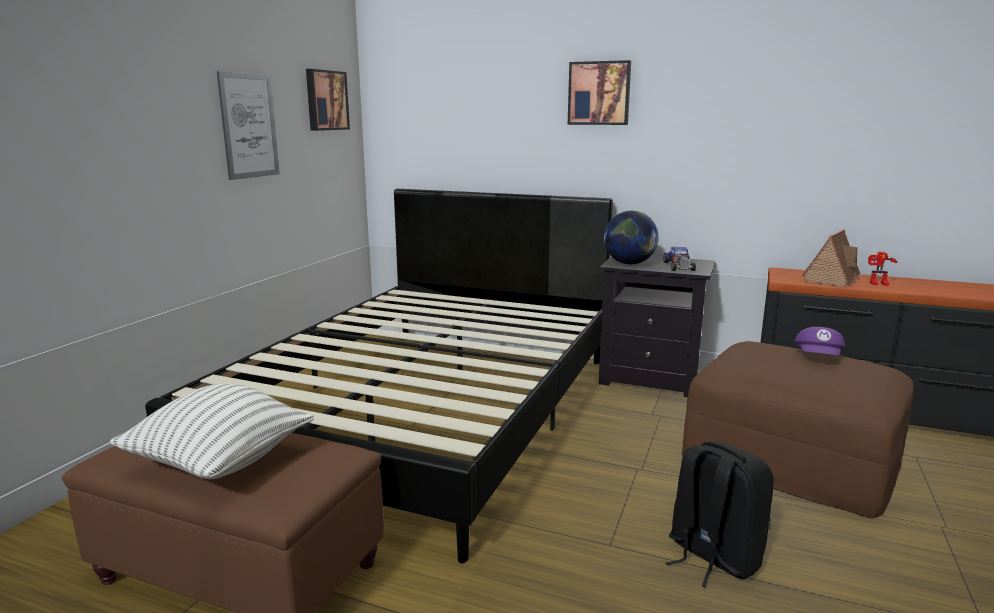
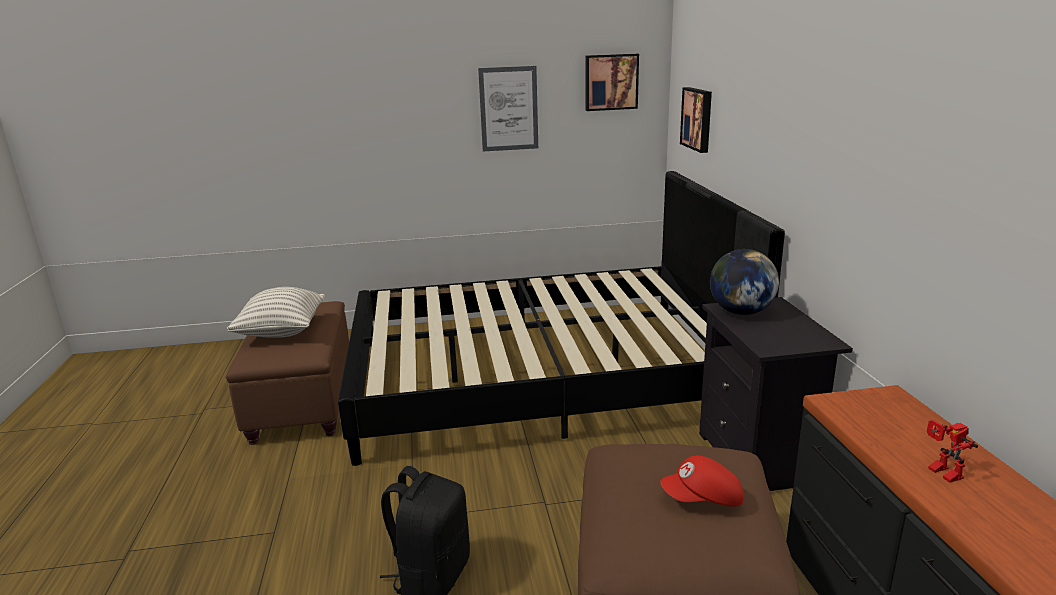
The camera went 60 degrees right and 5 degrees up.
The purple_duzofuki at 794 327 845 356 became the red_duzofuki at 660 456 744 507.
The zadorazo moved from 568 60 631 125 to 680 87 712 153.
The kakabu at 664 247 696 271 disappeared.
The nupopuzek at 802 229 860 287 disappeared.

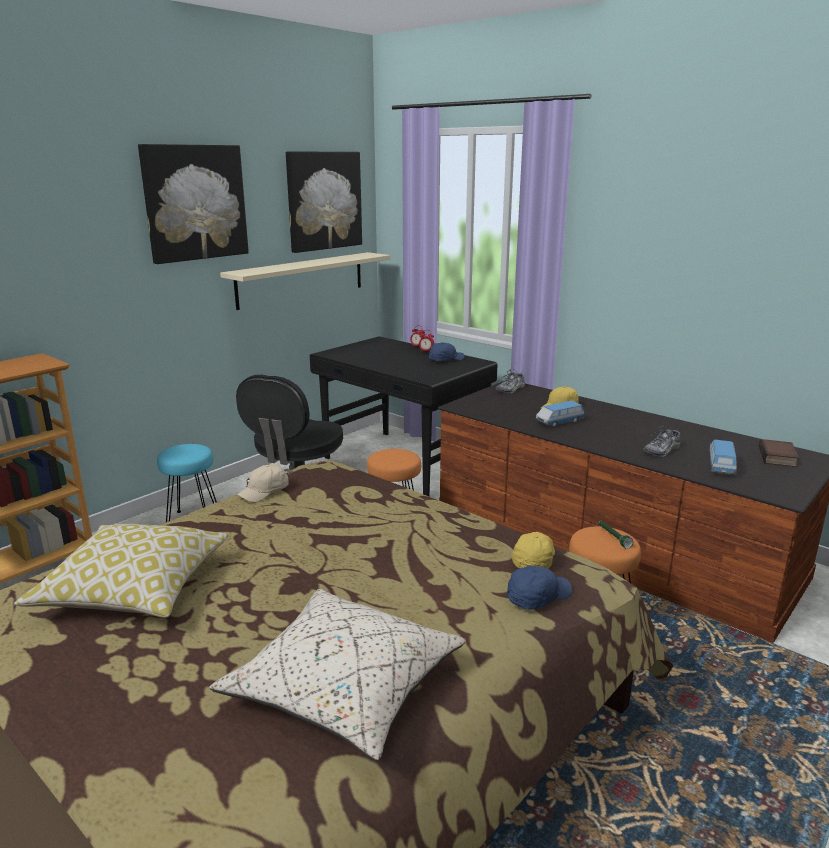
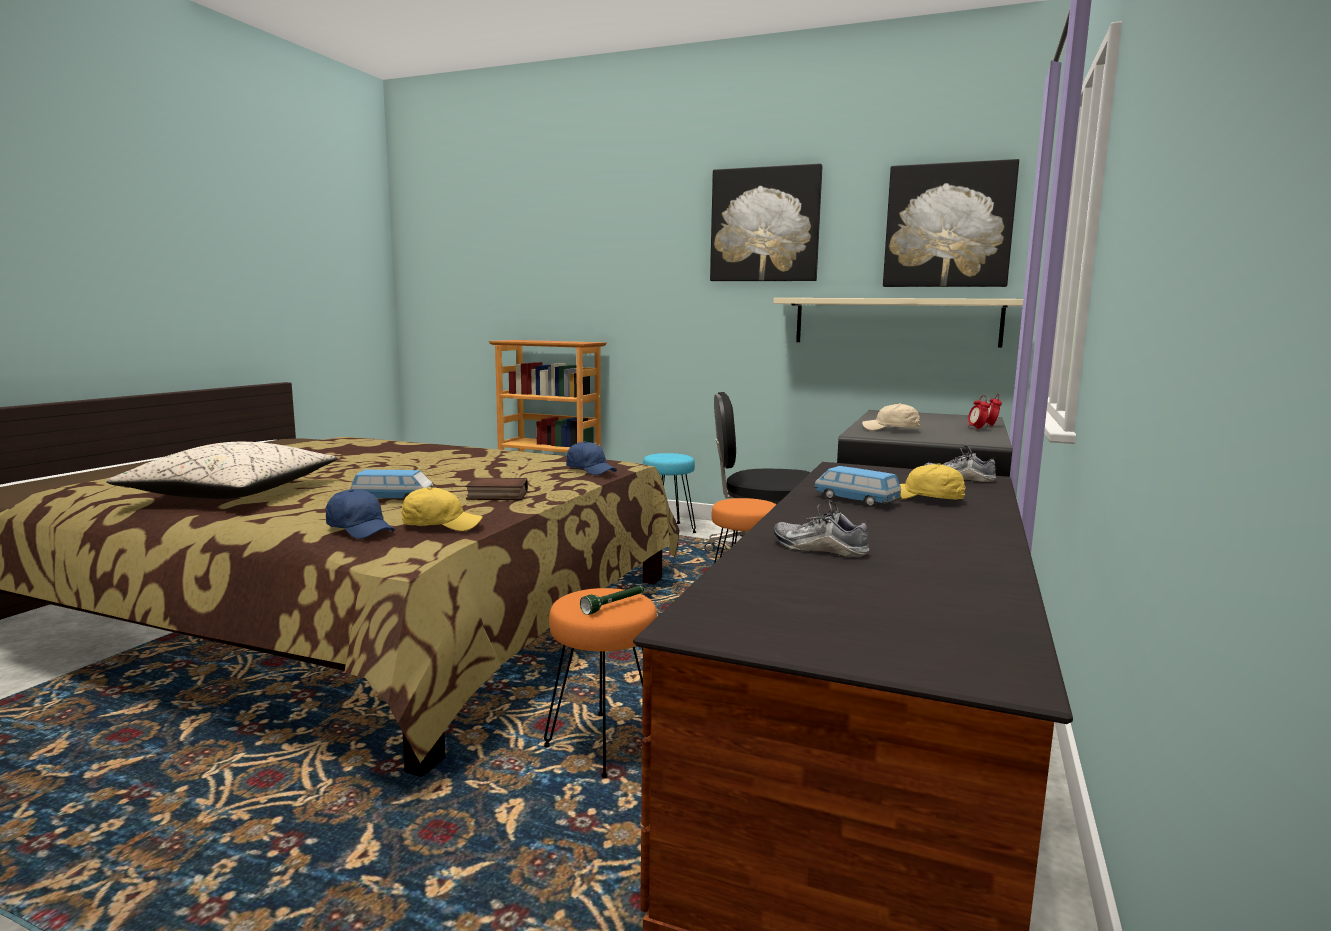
The camera went 70 degrees right and 10 degrees down.
The kakabu moved from 709 440 737 475 to 351 470 434 498.
The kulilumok moved from 759 439 799 467 to 466 478 528 500.
The blue_duzofuki moved from 429 342 465 361 to 566 441 617 475.
The beige_duzofuki moved from 237 464 289 503 to 862 403 920 431.
The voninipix at 14 524 228 618 disappeared.

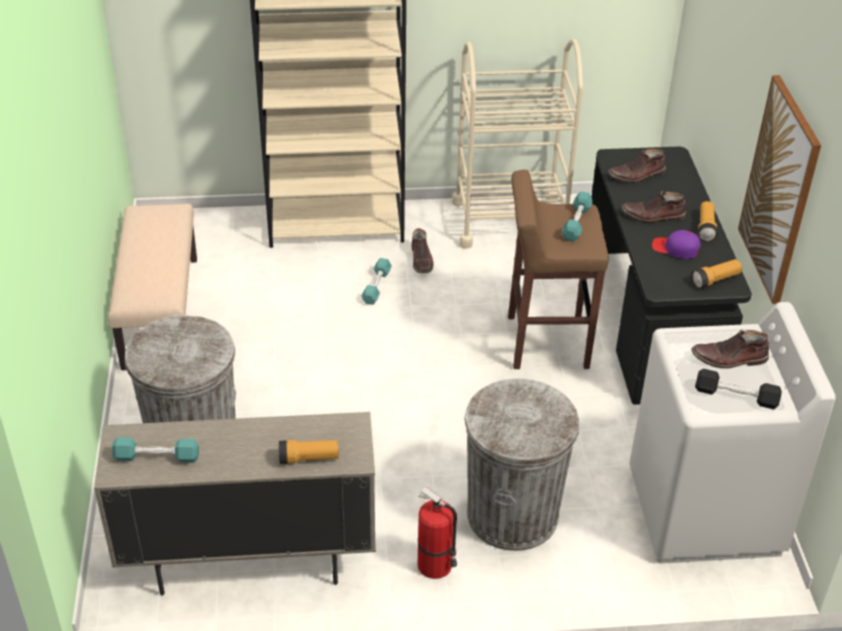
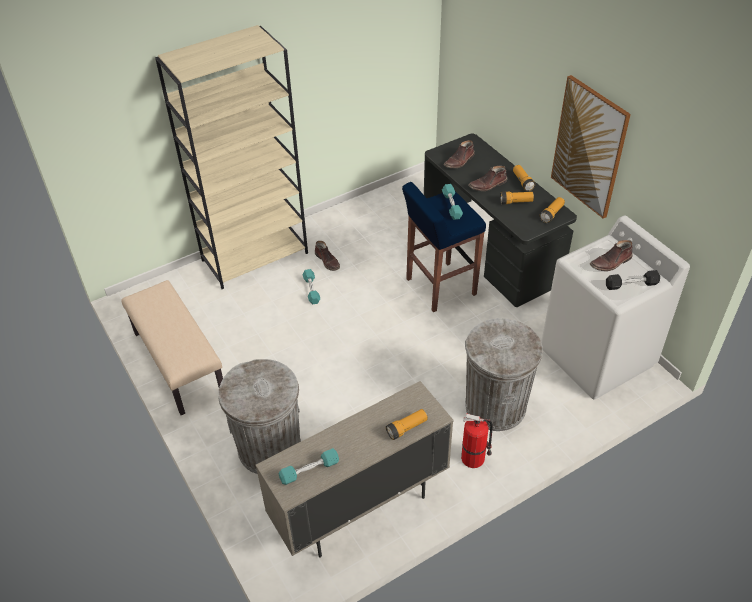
The camera went 25 degrees left and 5 degrees up.
The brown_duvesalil at 508 170 609 369 became the blue_duvesalil at 402 182 486 312.
The purple_duzofuki at 652 230 701 259 was replaced by the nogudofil at 500 192 534 204.
The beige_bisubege at 452 39 583 249 disappeared.

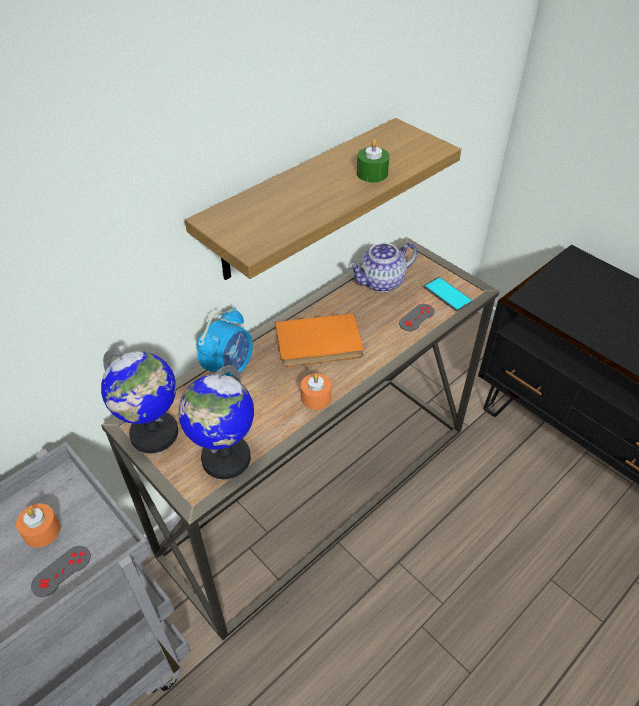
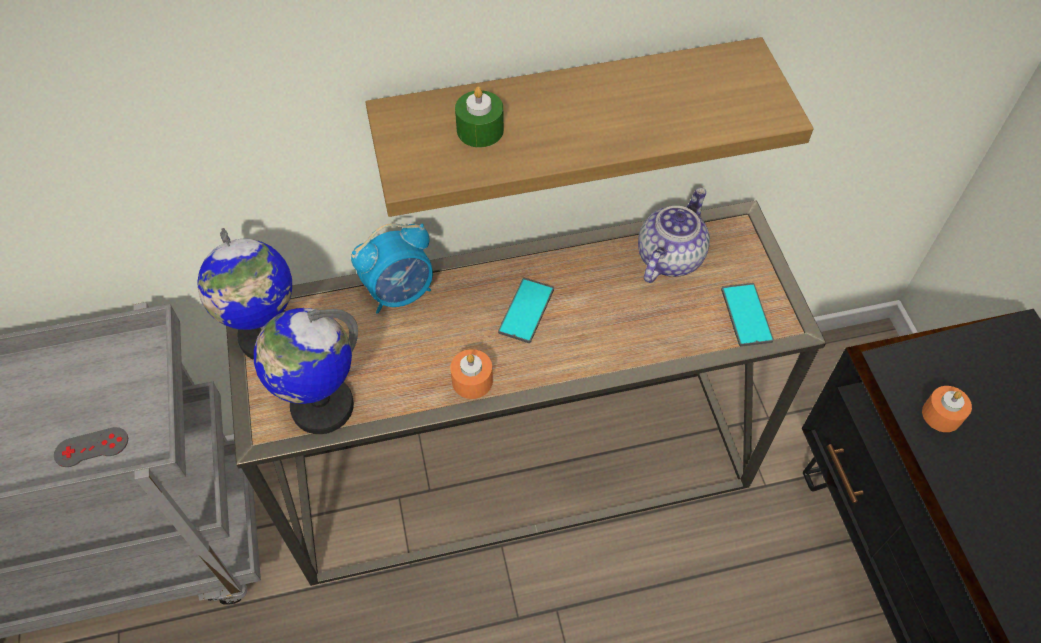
The camera went 30 degrees right and 10 degrees up.
The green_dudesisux moved from 357 139 390 183 to 455 87 504 148.
The orange_kulilumok at 275 313 364 367 was replaced by the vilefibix at 498 278 554 343.
The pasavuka at 348 242 417 292 turned 120 degrees clockwise.
The orange_dudesisux moved from 16 504 61 548 to 922 386 972 432.
The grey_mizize at 399 304 435 331 disappeared.

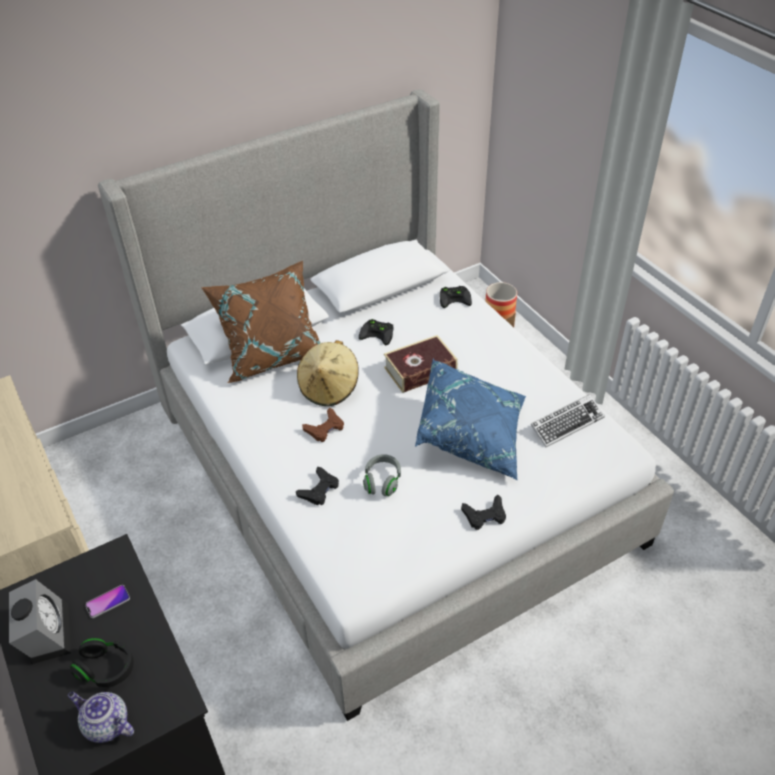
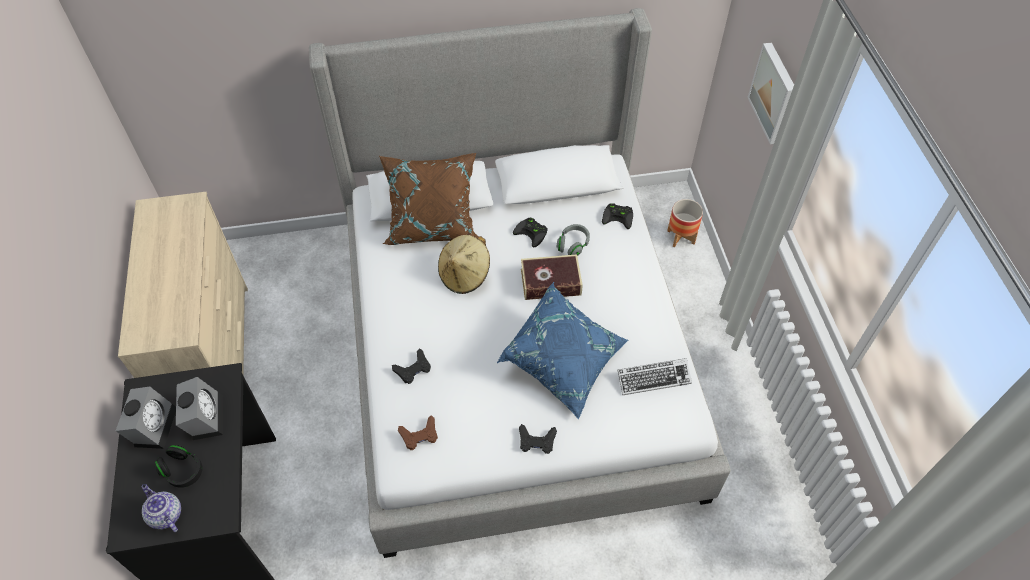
The camera went 20 degrees right and 10 degrees up.
The vilefibix at 85 585 130 618 was replaced by the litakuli at 176 377 223 440.
The brown_mizize moved from 302 408 344 442 to 398 415 438 450.
The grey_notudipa moved from 363 454 401 496 to 557 224 590 256.
The zadorazo at 747 43 794 144 appeared.

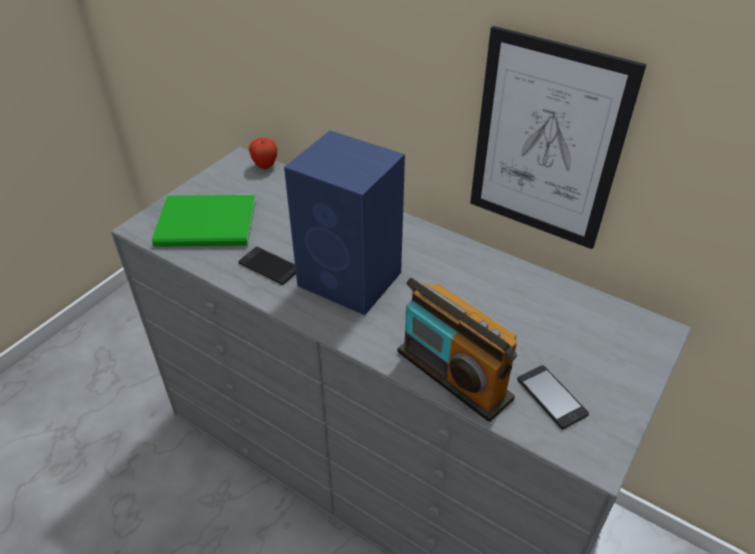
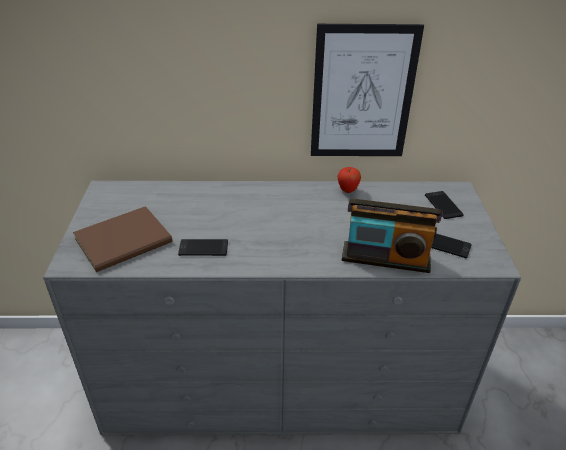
The camera went 35 degrees left and 5 degrees down.
The green_kulilumok at 152 195 256 247 became the brown_kulilumok at 73 206 172 272.
The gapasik moved from 249 138 278 169 to 337 167 361 193.
The vilefibix at 425 191 464 219 appeared.
The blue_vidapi at 284 130 405 315 disappeared.

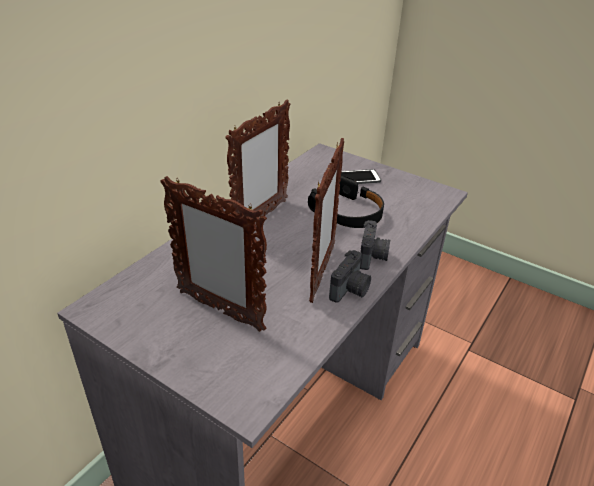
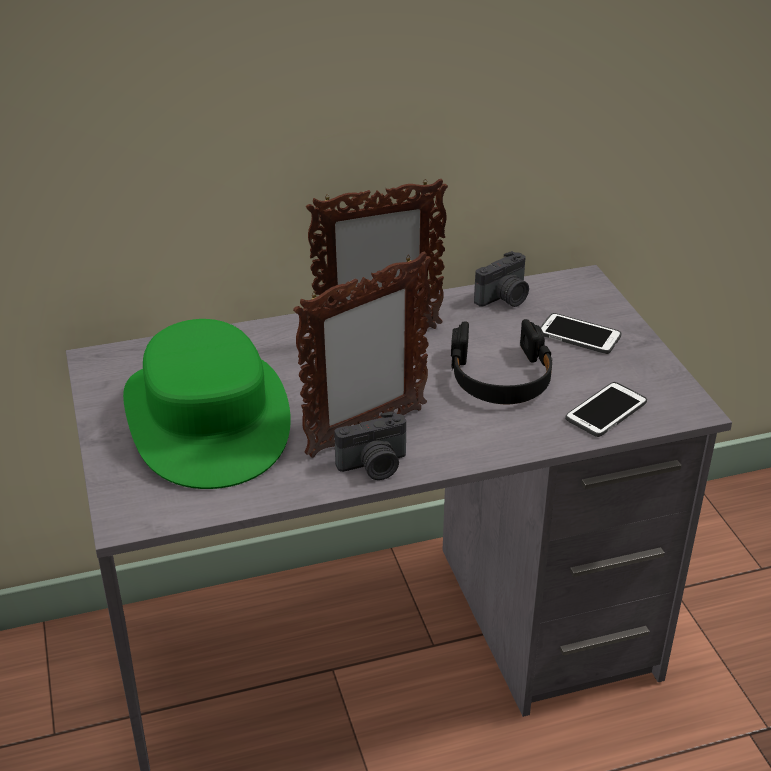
The camera went 40 degrees right and 0 degrees up.
The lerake at 160 176 267 332 was replaced by the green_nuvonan at 123 319 291 489.
The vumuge moved from 360 220 390 270 to 474 251 529 307.
The vilefibix at 565 382 647 437 appeared.

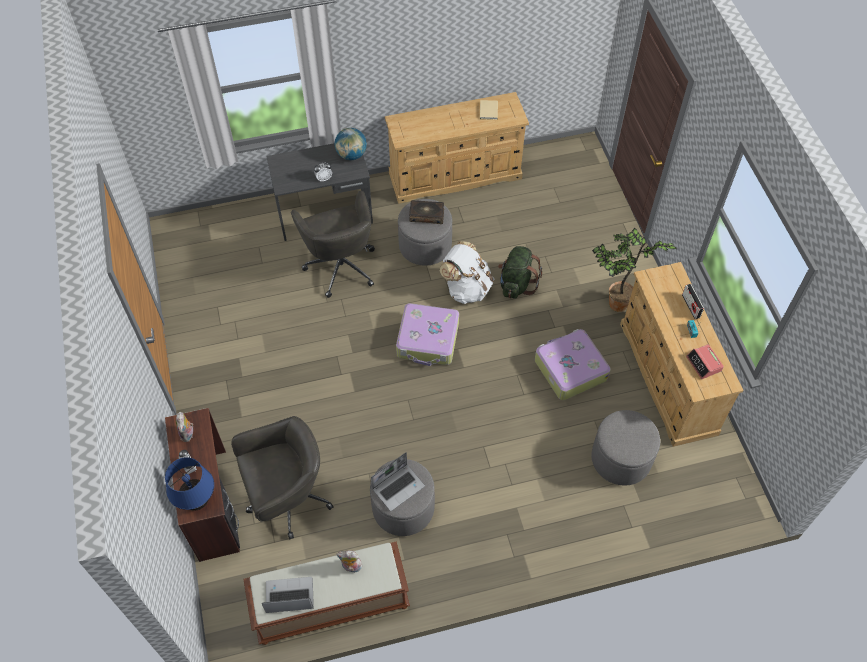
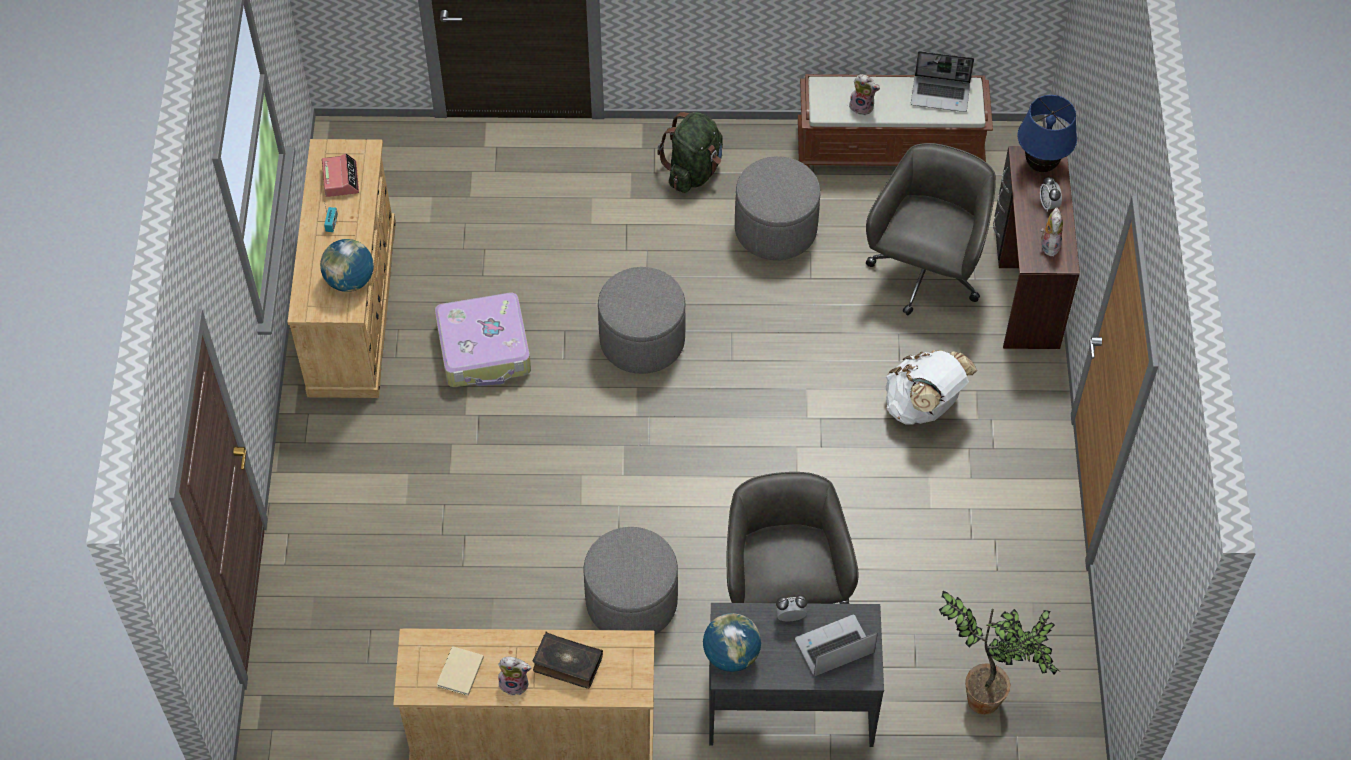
The camera went 165 degrees left and 0 degrees up.
The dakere at 320 239 374 292 appeared.
The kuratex at 498 657 531 695 appeared.
The kulilumok moved from 409 200 444 224 to 533 632 603 689.
The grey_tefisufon moved from 591 410 660 486 to 598 267 685 374.
The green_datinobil moved from 498 246 542 299 to 657 112 723 193.
The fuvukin moved from 371 452 425 511 to 795 615 878 677.
The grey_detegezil at 231 416 334 539 turned 120 degrees clockwise.
The white_datinobil moved from 440 241 494 304 to 886 350 977 425.
The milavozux moved from 592 228 677 312 to 939 591 1059 715.
The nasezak at 396 303 459 366 disappeared.
The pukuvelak at 682 284 704 319 disappeared.

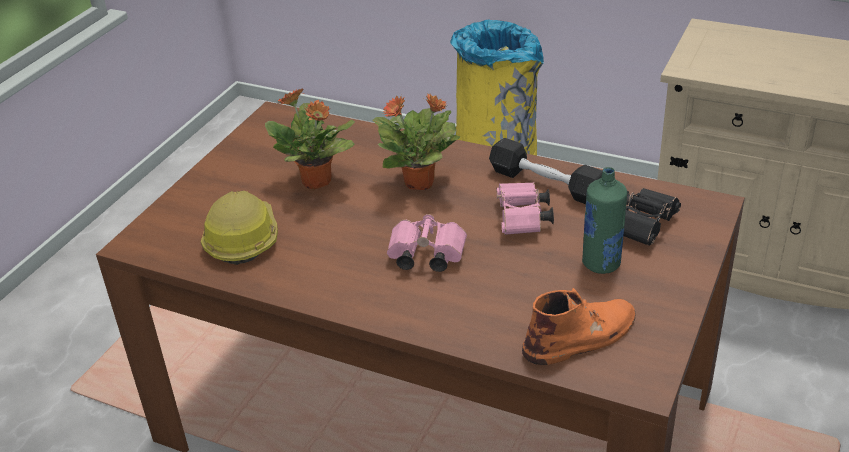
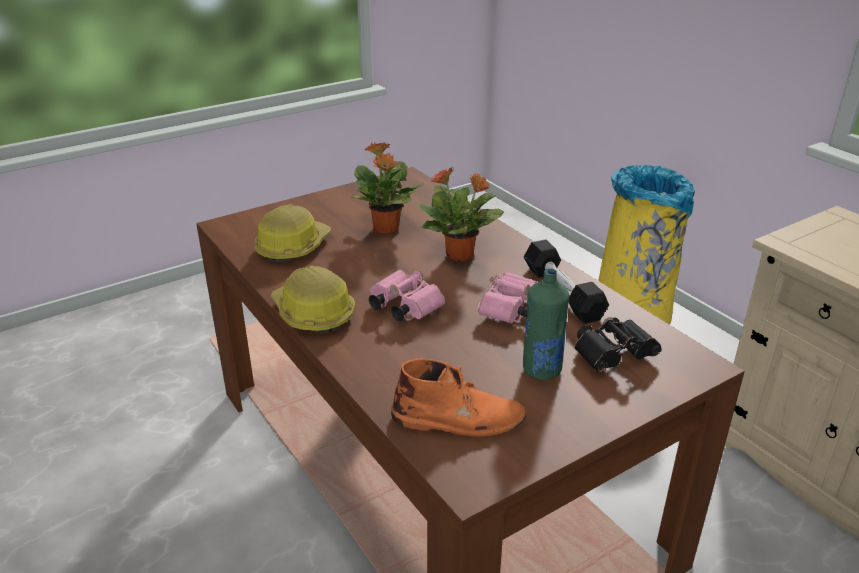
The camera went 30 degrees right and 5 degrees down.
The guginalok at 271 265 355 333 appeared.

